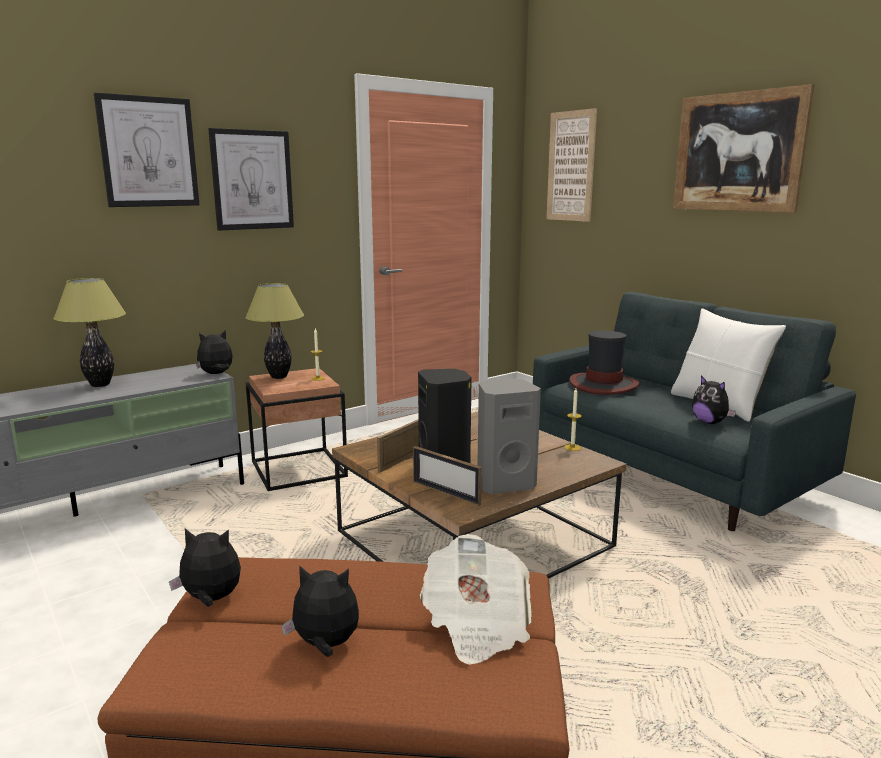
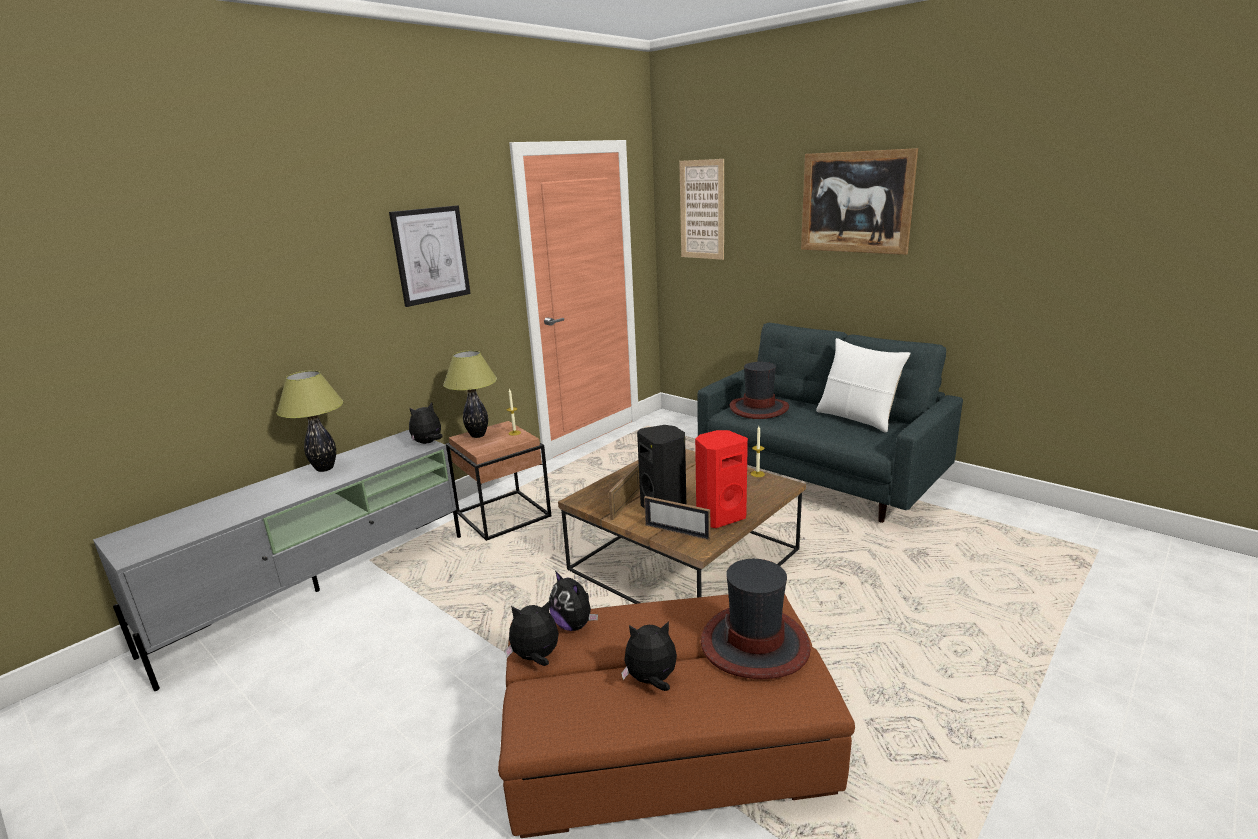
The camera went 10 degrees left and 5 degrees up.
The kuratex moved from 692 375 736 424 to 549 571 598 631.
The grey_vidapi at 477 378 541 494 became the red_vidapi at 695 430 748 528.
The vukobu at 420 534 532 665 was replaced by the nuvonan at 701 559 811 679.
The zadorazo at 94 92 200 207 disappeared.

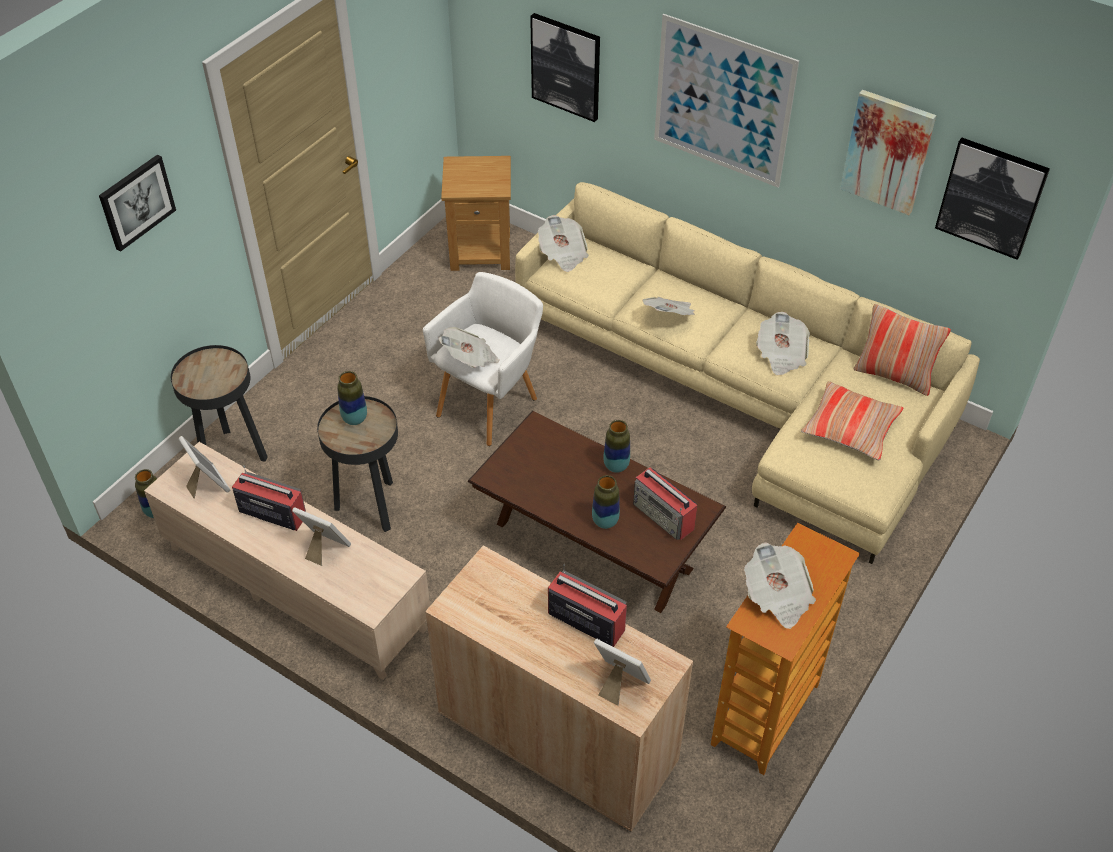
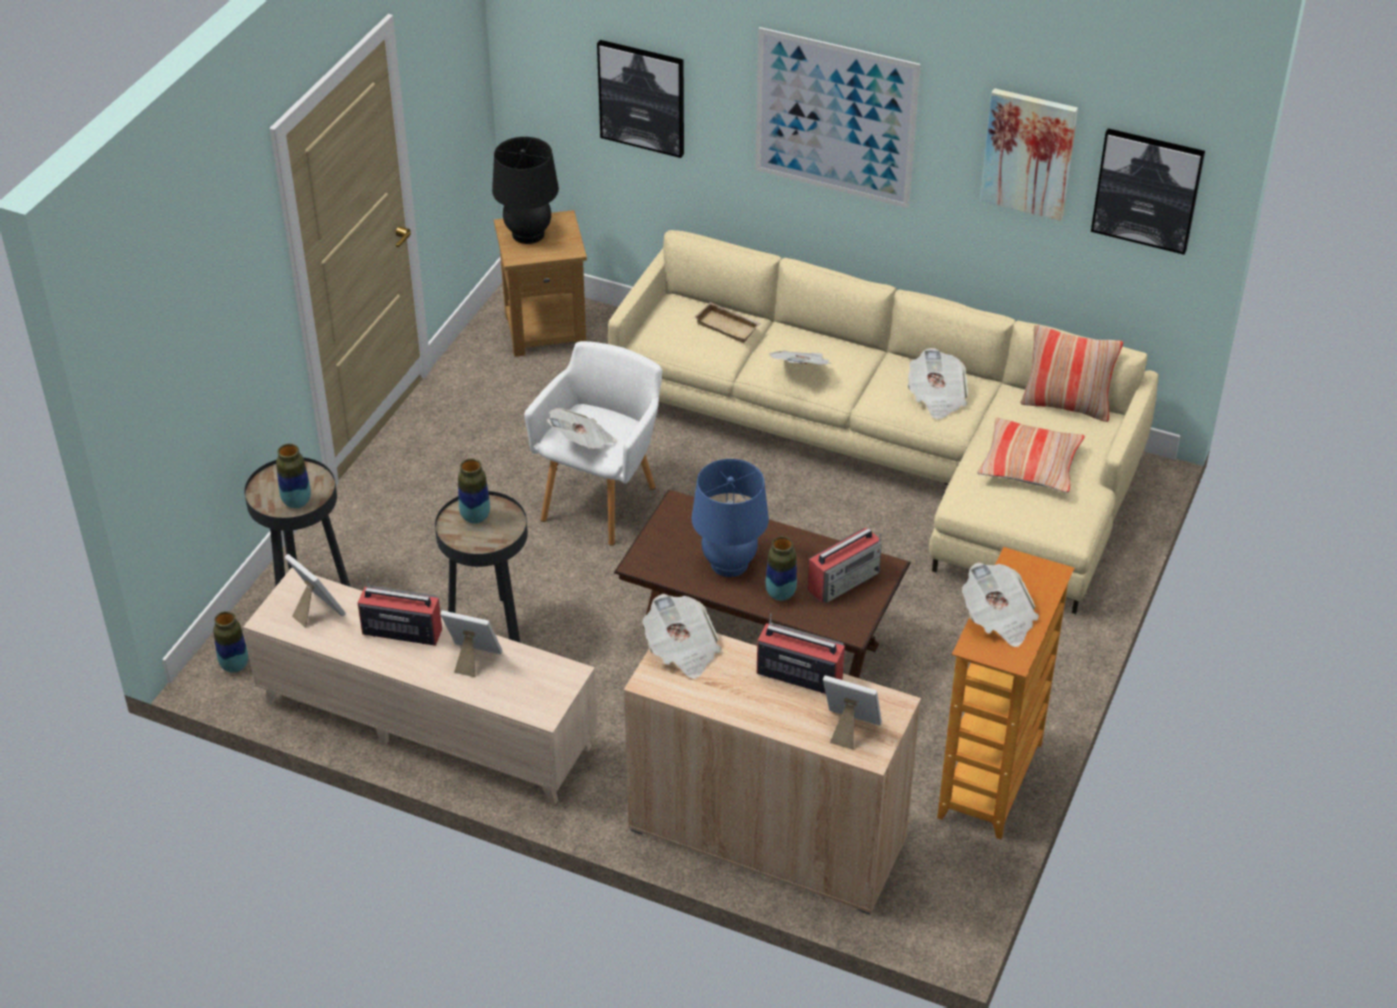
The camera went 10 degrees left and 5 degrees down.
The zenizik moved from 603 420 630 473 to 276 444 311 508.
The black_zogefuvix at 492 137 559 244 appeared.
The vukobu moved from 538 215 589 272 to 642 594 721 679.
The blue_zogefuvix at 692 459 769 577 appeared.
The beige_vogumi at 694 302 761 343 appeared.
The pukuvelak at 633 467 698 540 turned 75 degrees counterclockwise.
The zadorazo at 99 155 176 252 disappeared.

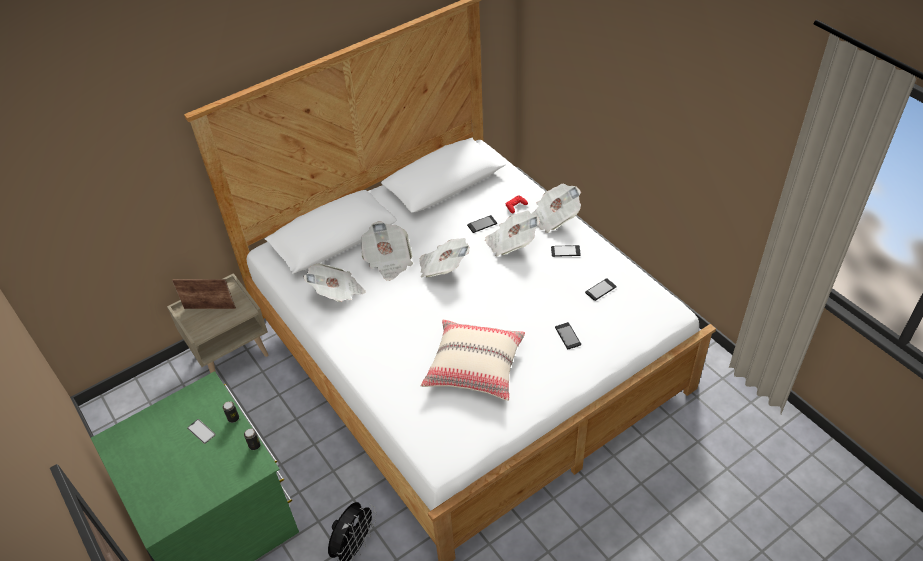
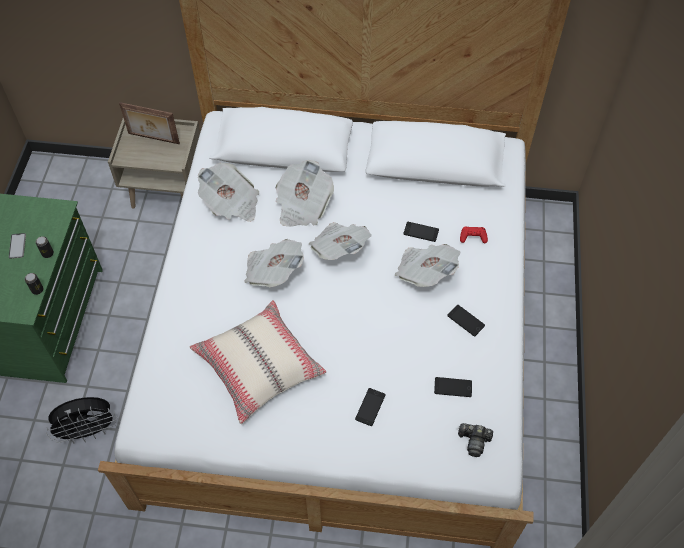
The camera went 40 degrees right and 10 degrees up.
The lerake at 172 279 236 309 turned 150 degrees clockwise.
The vukobu moved from 532 183 581 233 to 244 239 304 287.
The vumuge at 458 423 493 457 appeared.

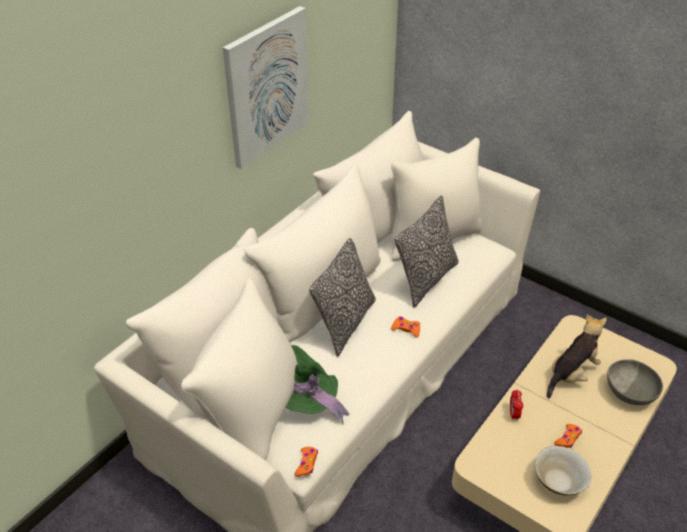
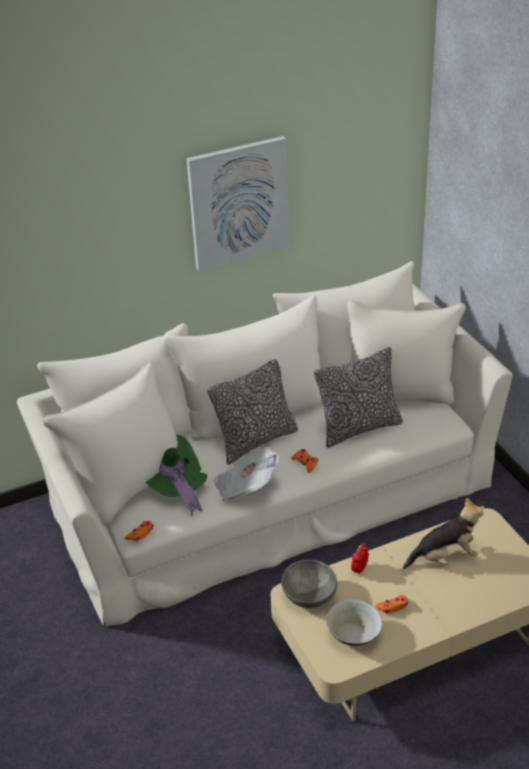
The camera went 30 degrees right and 5 degrees down.
The vukobu at 214 447 279 501 appeared.
The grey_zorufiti moved from 607 359 663 405 to 282 560 337 608.

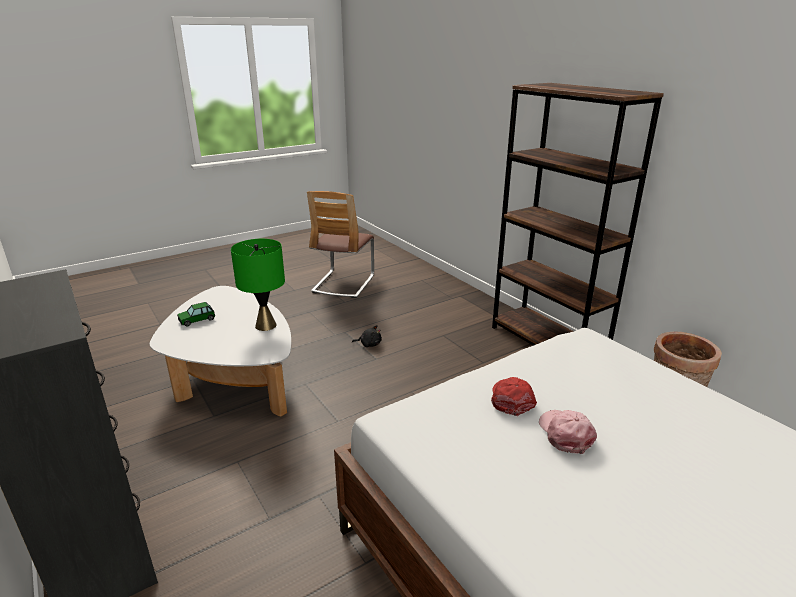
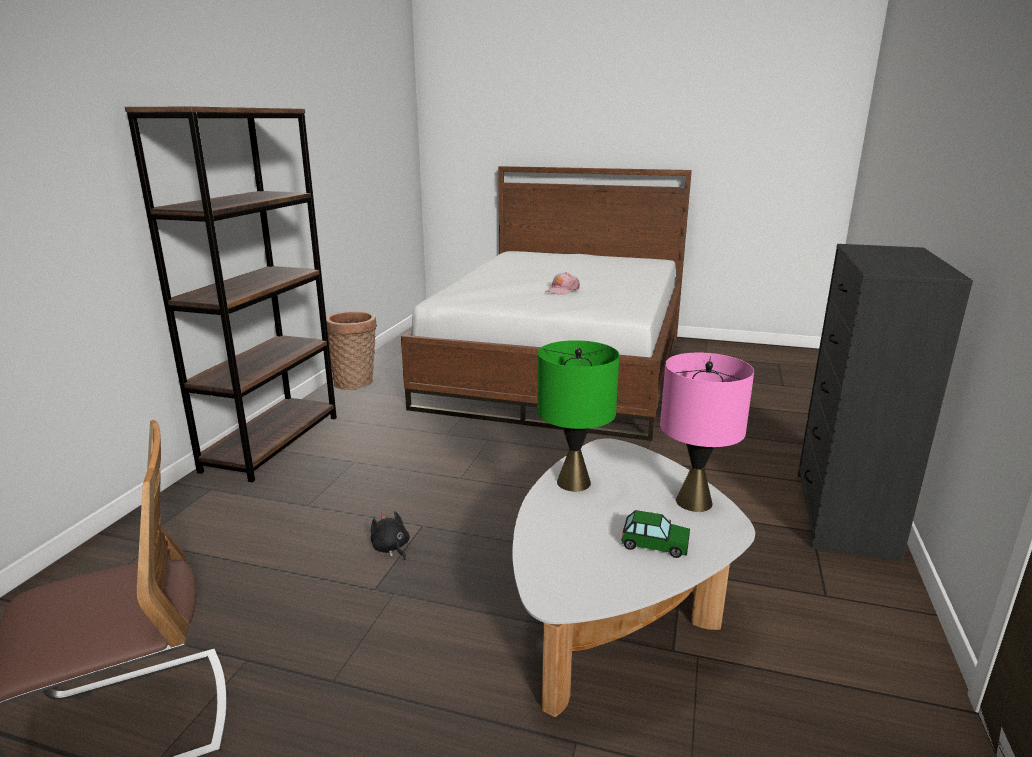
The camera went 130 degrees left and 5 degrees down.
The pink_zogefuvix at 660 353 754 512 appeared.
The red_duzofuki at 491 377 537 416 disappeared.

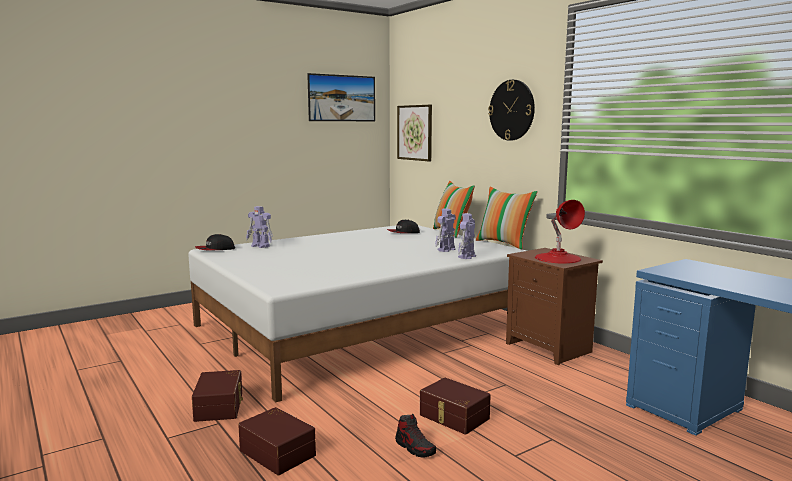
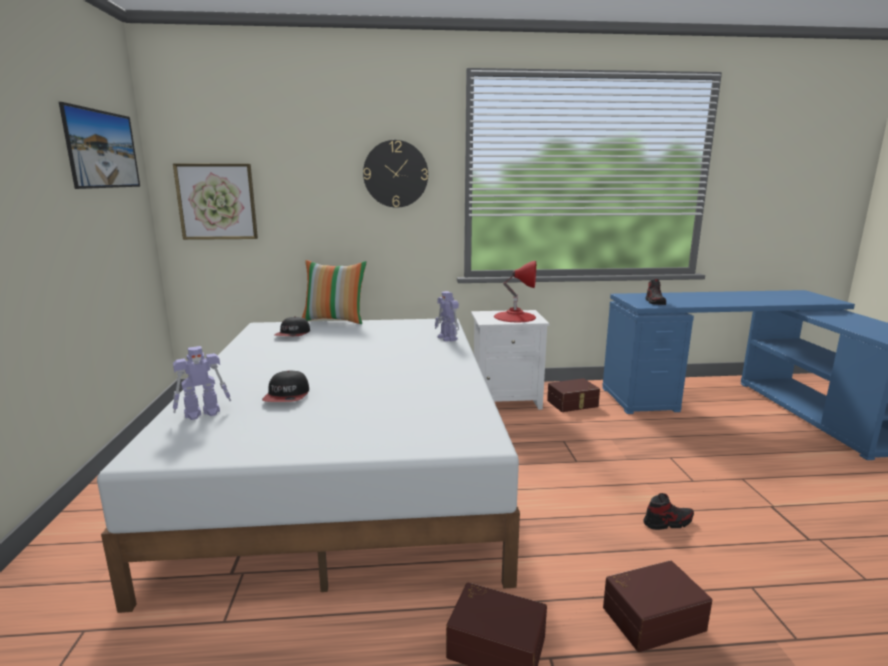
The camera went 60 degrees left and 5 degrees up.
The duzofuki moved from 195 234 235 250 to 262 370 309 402.
The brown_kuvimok at 506 248 603 365 became the white_kuvimok at 471 310 549 410.
The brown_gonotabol moved from 420 378 491 435 to 547 378 600 412.
The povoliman at 646 279 666 305 appeared.
The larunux at 435 209 456 252 disappeared.
The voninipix at 476 187 538 249 disappeared.

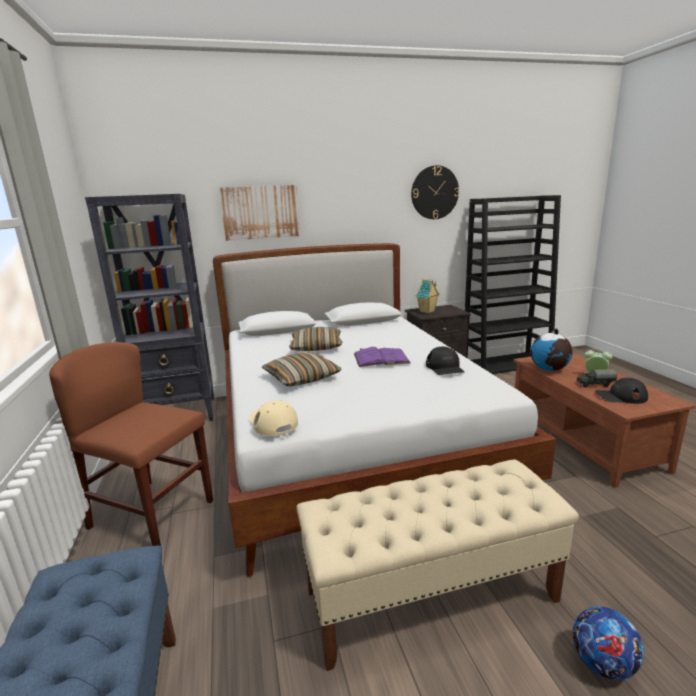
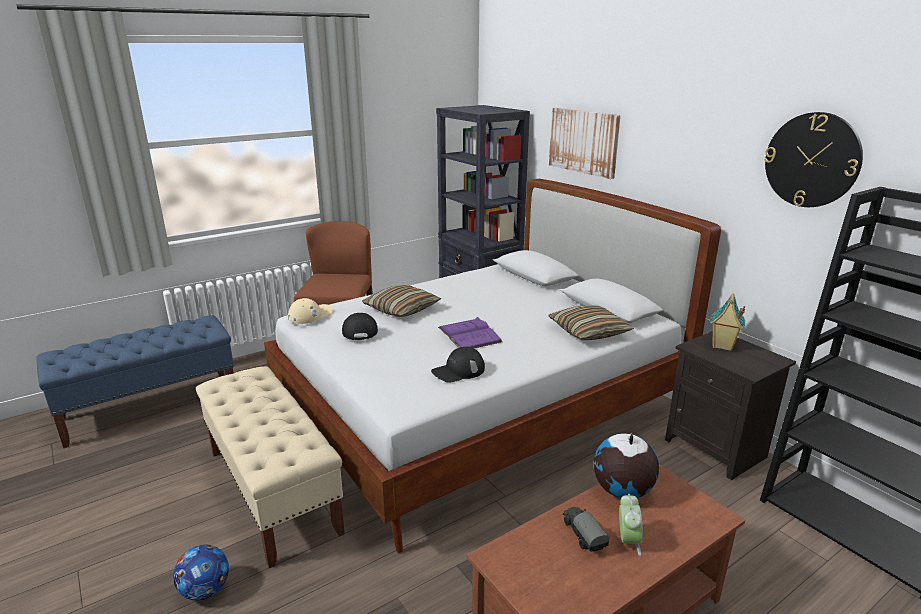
The camera went 70 degrees right and 5 degrees up.
The black_duzofuki moved from 595 378 648 404 to 342 313 378 340.
The voninipix moved from 289 327 343 351 to 549 305 634 340.

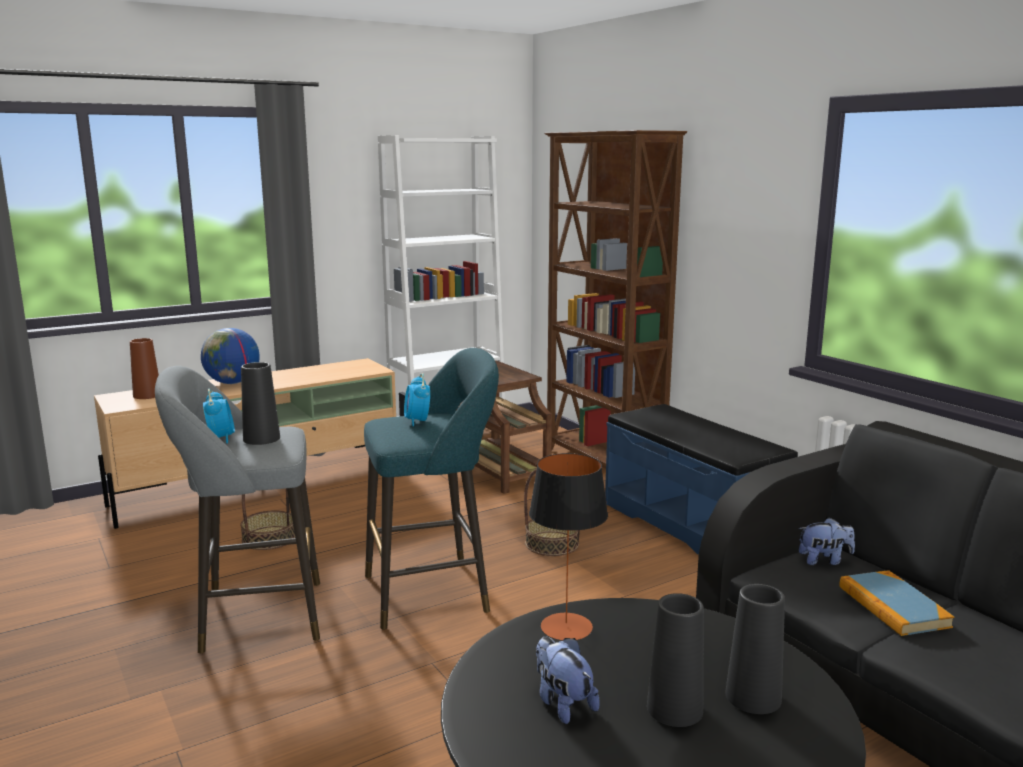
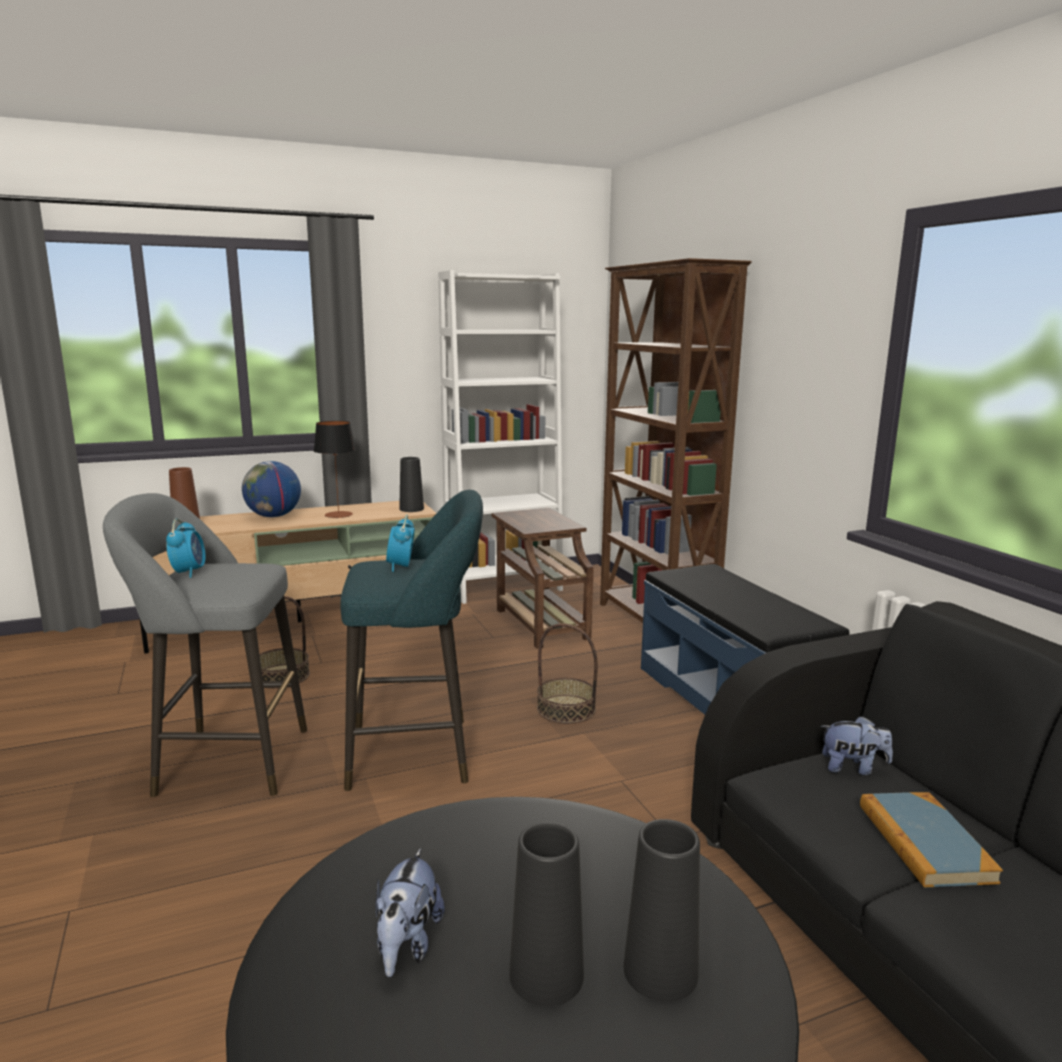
The camera went 10 degrees right and 0 degrees up.
The zogefuvix moved from 529 453 608 640 to 314 421 356 518.
The kuratex at 536 637 600 724 turned 150 degrees counterclockwise.
The black_zenizik moved from 241 362 280 445 to 399 457 424 512.

